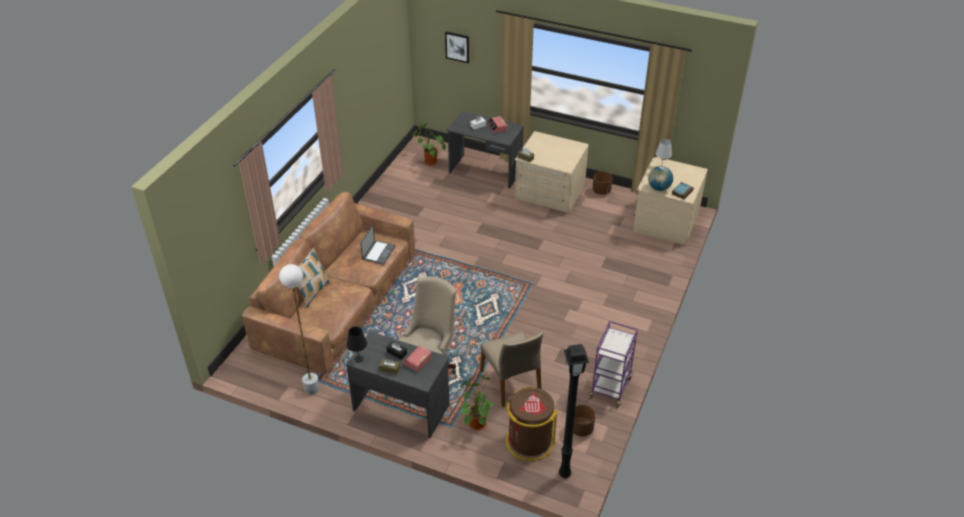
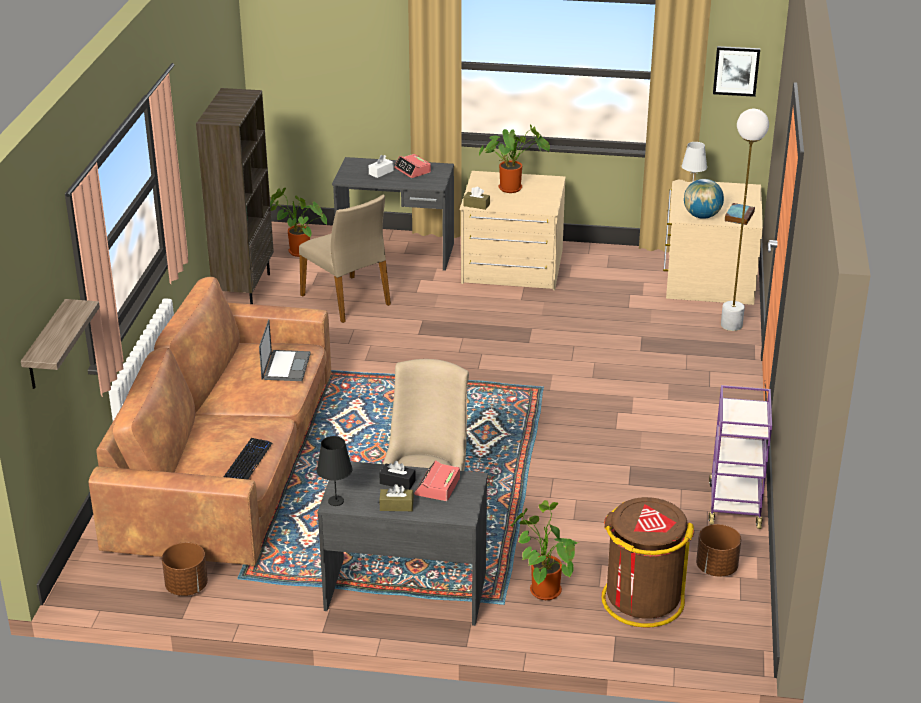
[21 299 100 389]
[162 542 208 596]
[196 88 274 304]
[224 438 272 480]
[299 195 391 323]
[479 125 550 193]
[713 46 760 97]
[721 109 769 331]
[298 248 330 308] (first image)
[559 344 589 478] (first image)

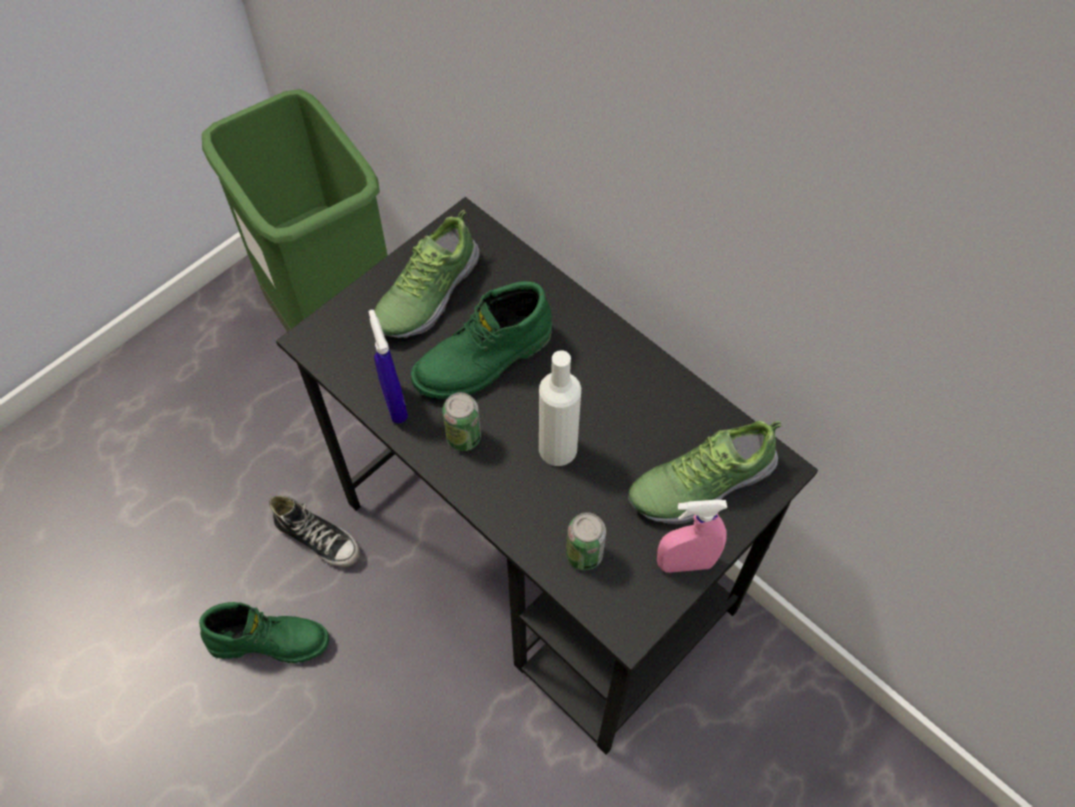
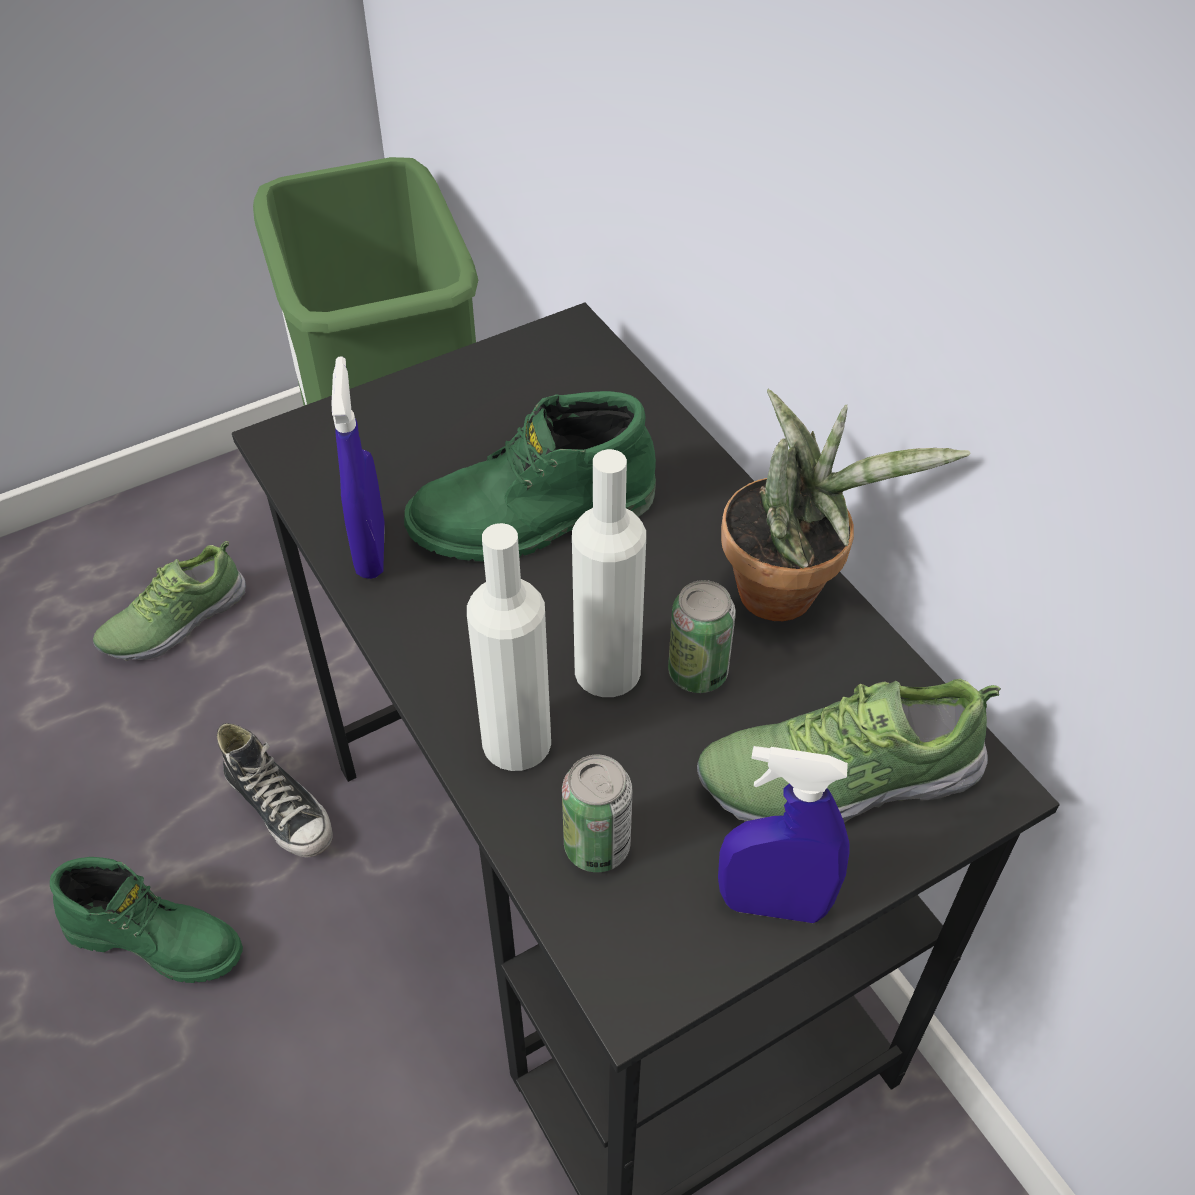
[93 541 246 661]
[467 523 551 771]
[668 580 736 693]
[718 746 849 923]
[721 389 971 621]

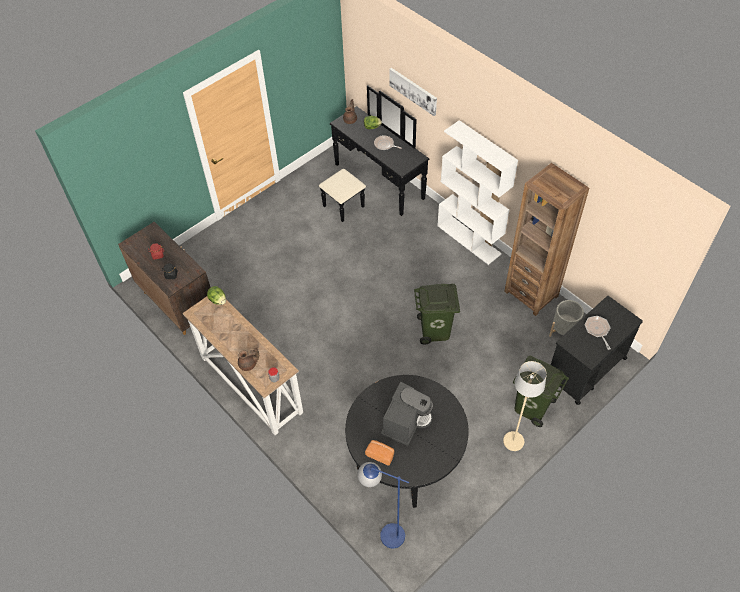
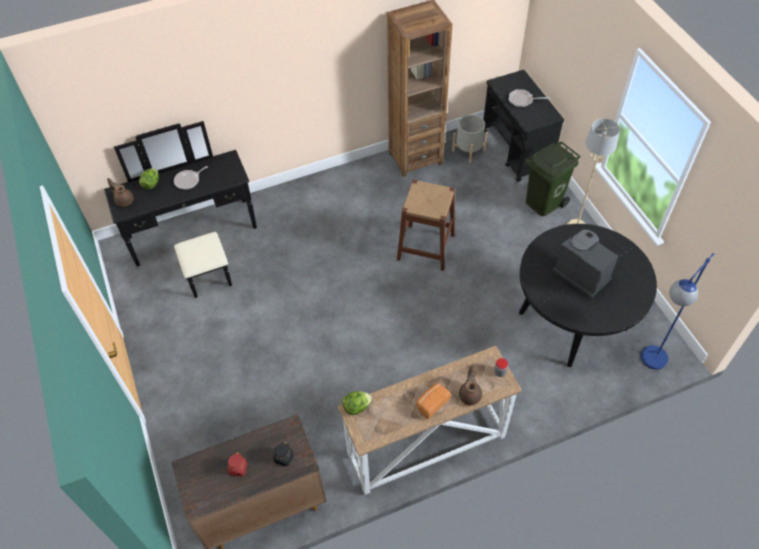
[397 180 455 271]
[416 383 451 419]
[389 68 437 116] (first image)
[437 120 518 265] (first image)

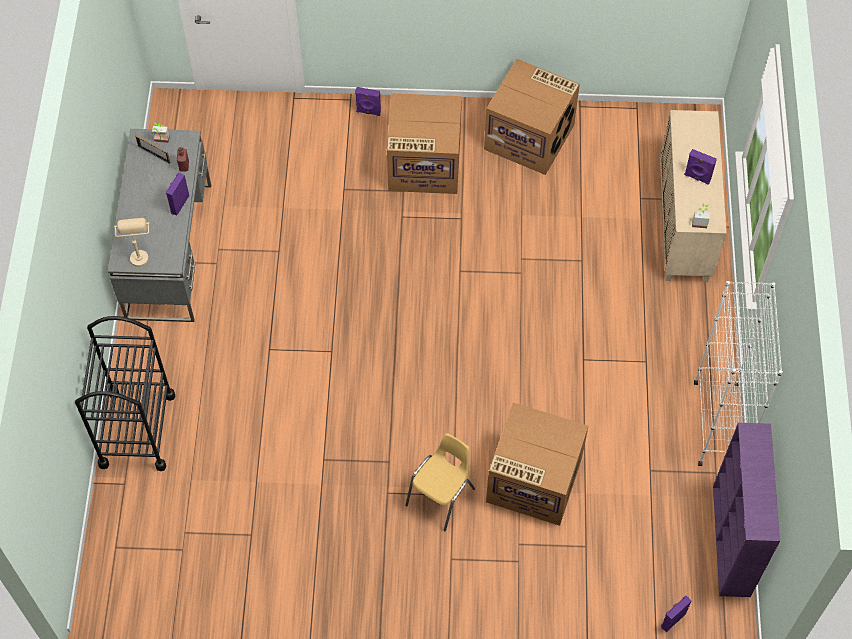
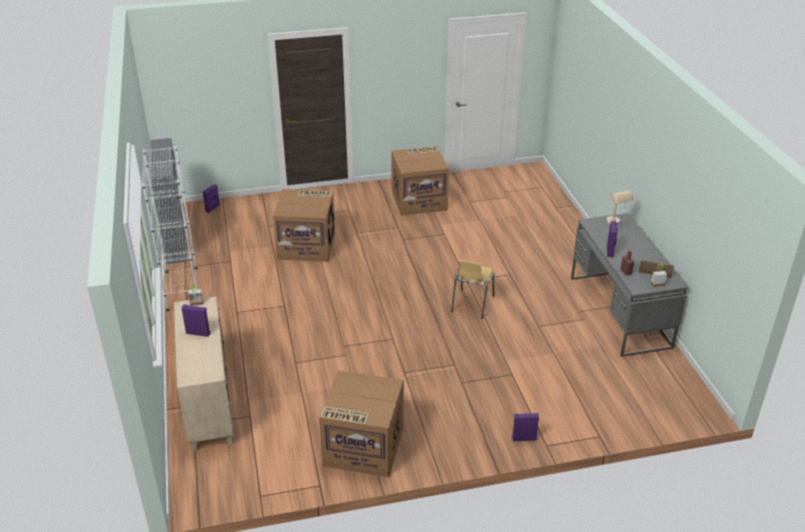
[151 138 187 264]
[391 146 449 216]
[451 260 494 319]
[75 316 175 471] (first image)

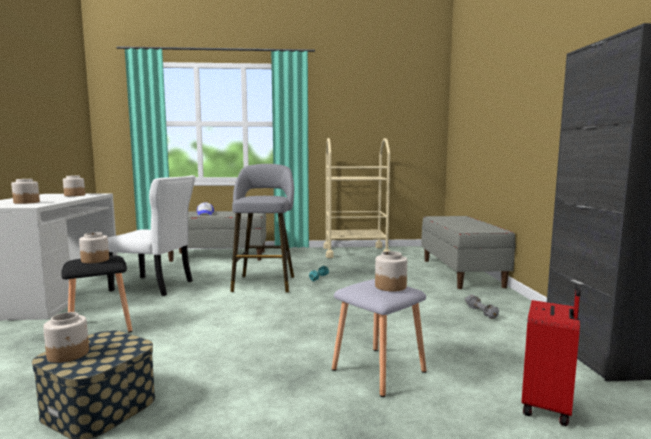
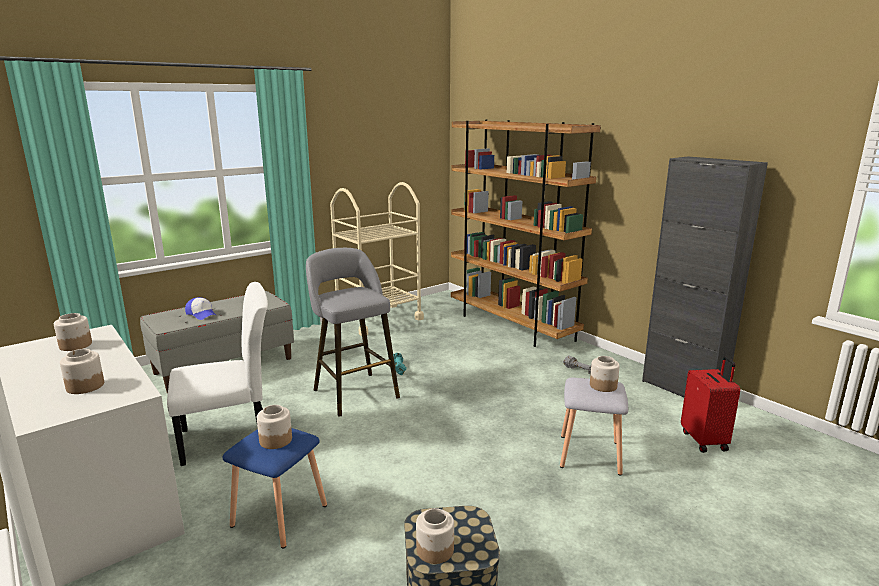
[222 428 327 548]
[451 120 601 347]

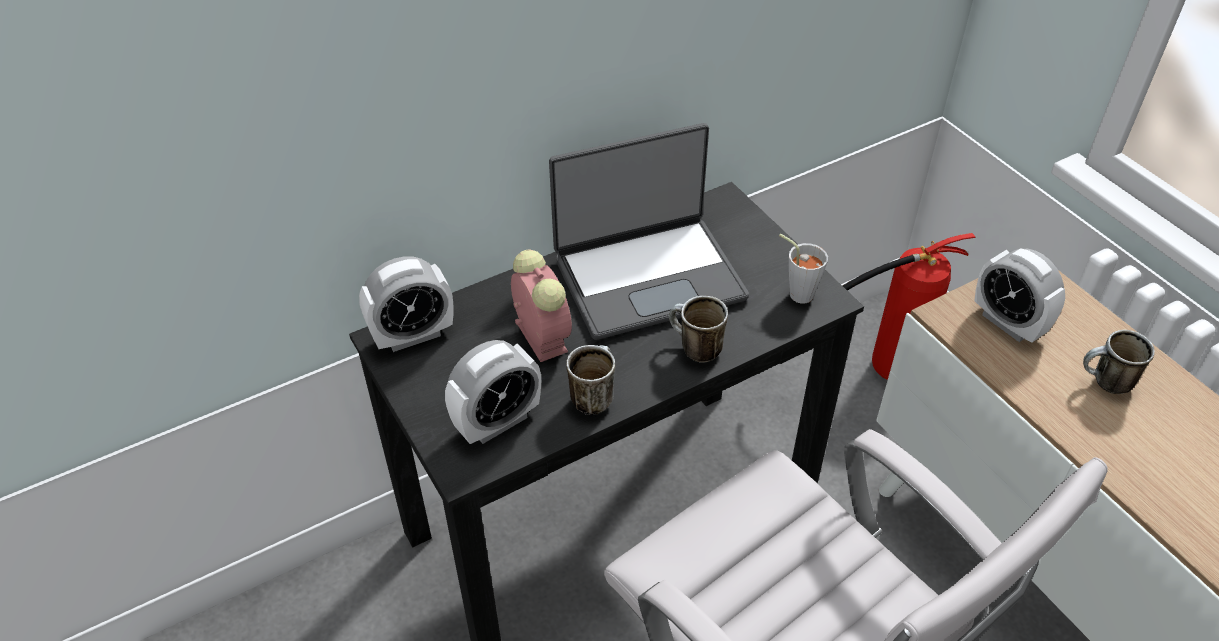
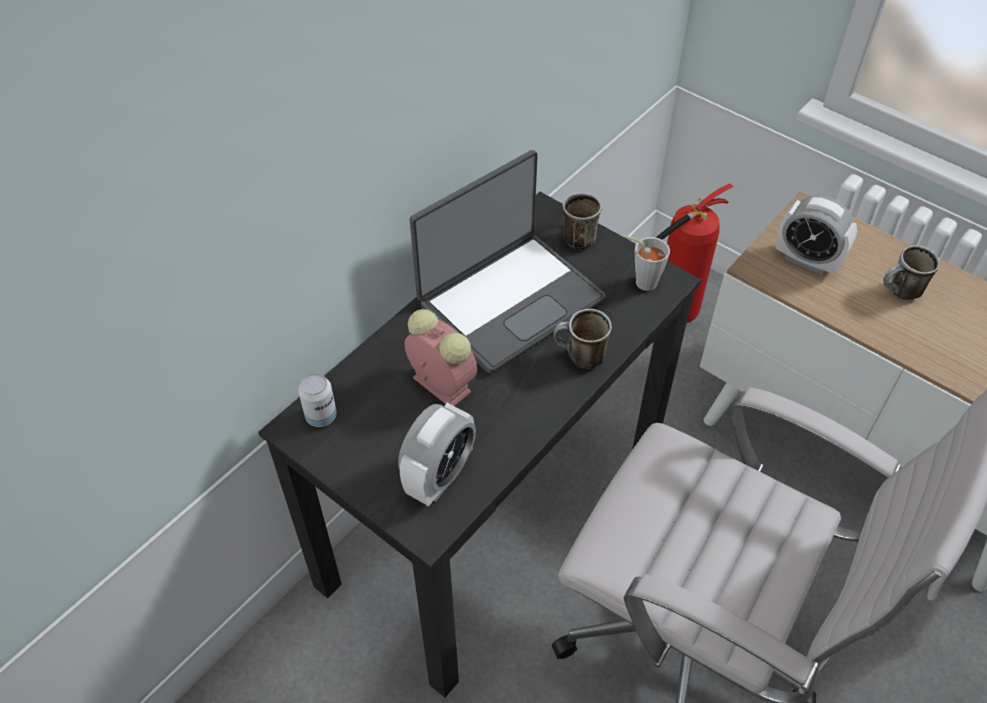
[298 373 337 427]
[562 192 602 250]

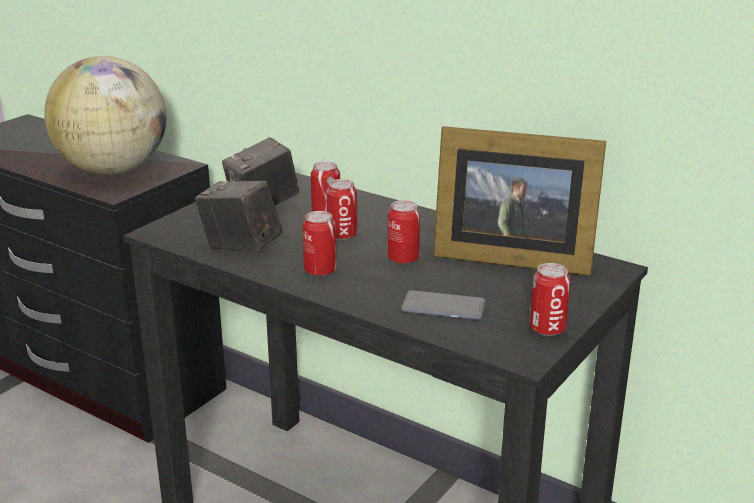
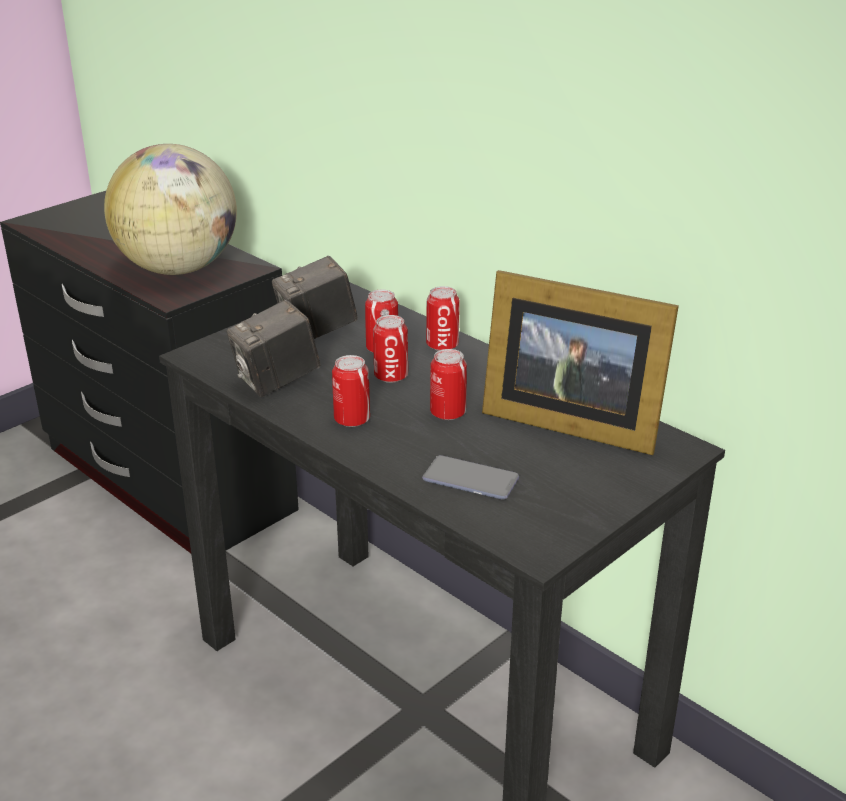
[226 299 320 397]
[426 286 459 351]

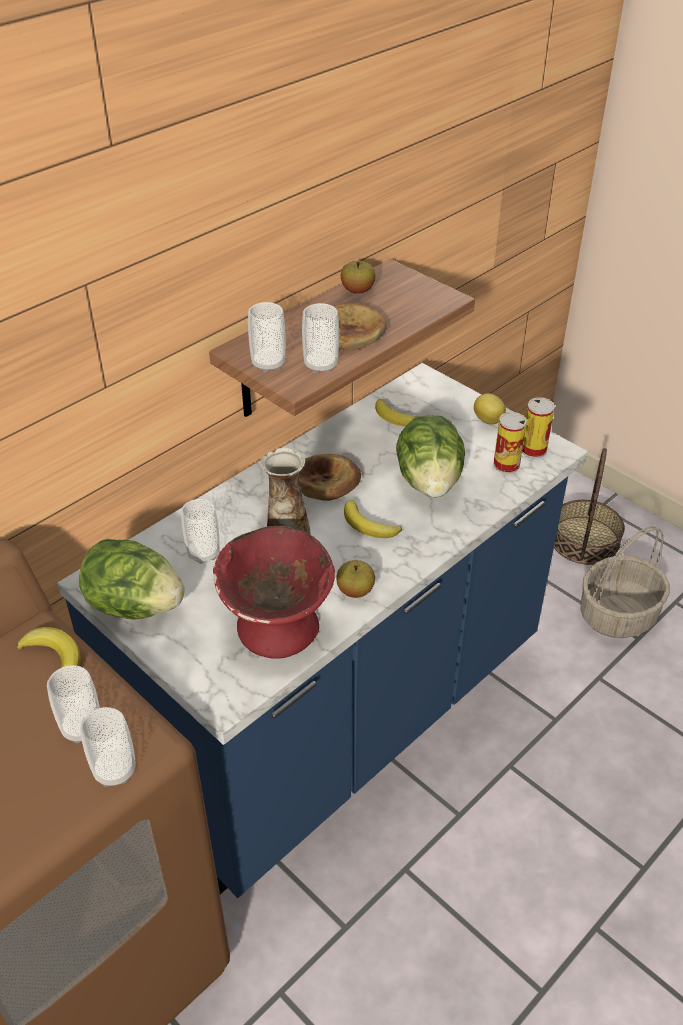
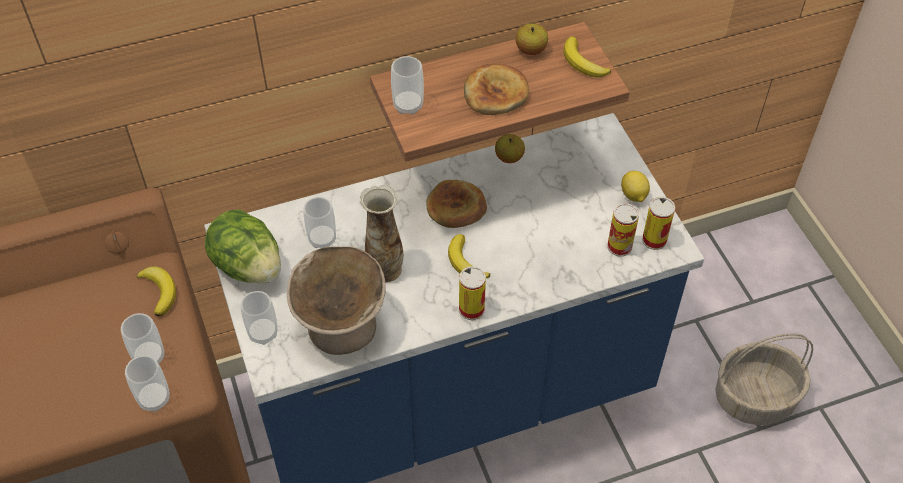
[240 291 278 345]
[287 246 386 355]
[459 266 486 320]
[495 134 525 163]
[563 36 611 77]
[396 415 465 497] (first image)
[554 448 625 565] (first image)

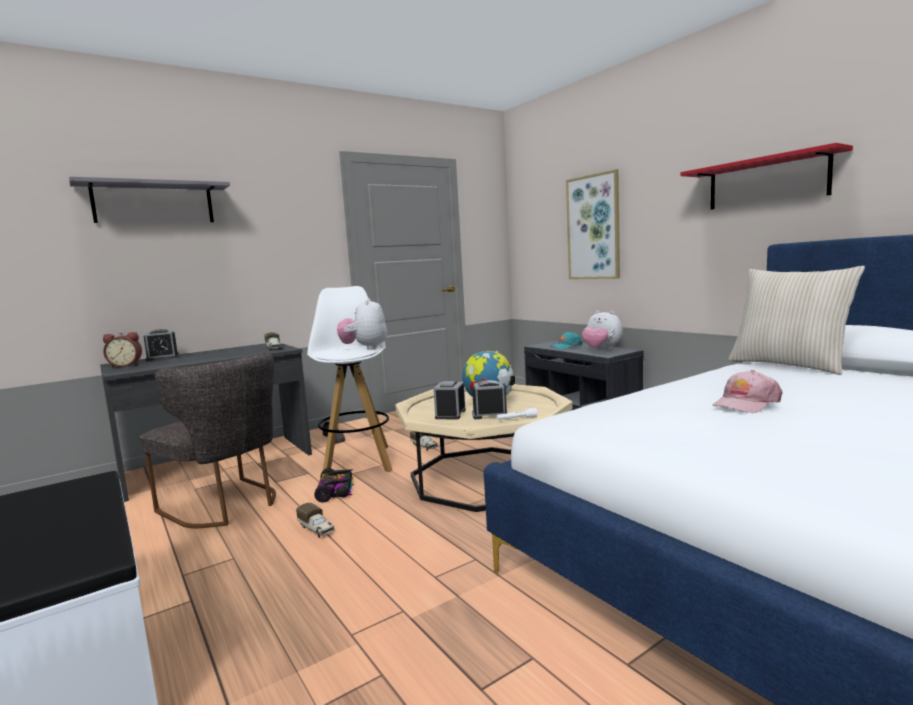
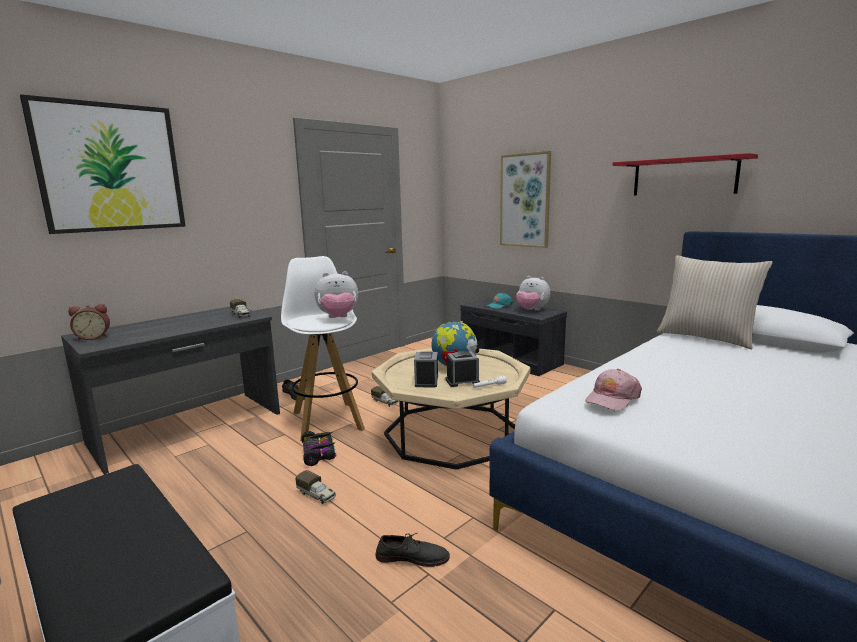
[20 94 186 234]
[315 271 358 318]
[375 533 450 567]
[585 369 642 411]
[139 351 276 528] (first image)
[144 329 179 361] (first image)

